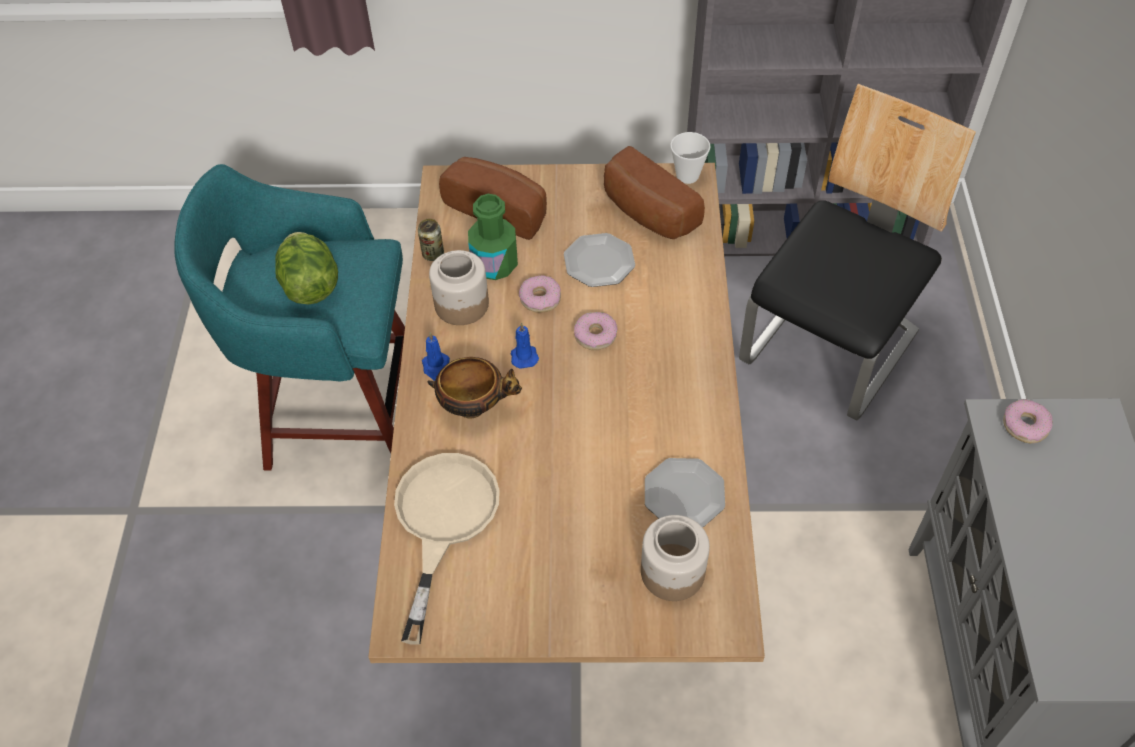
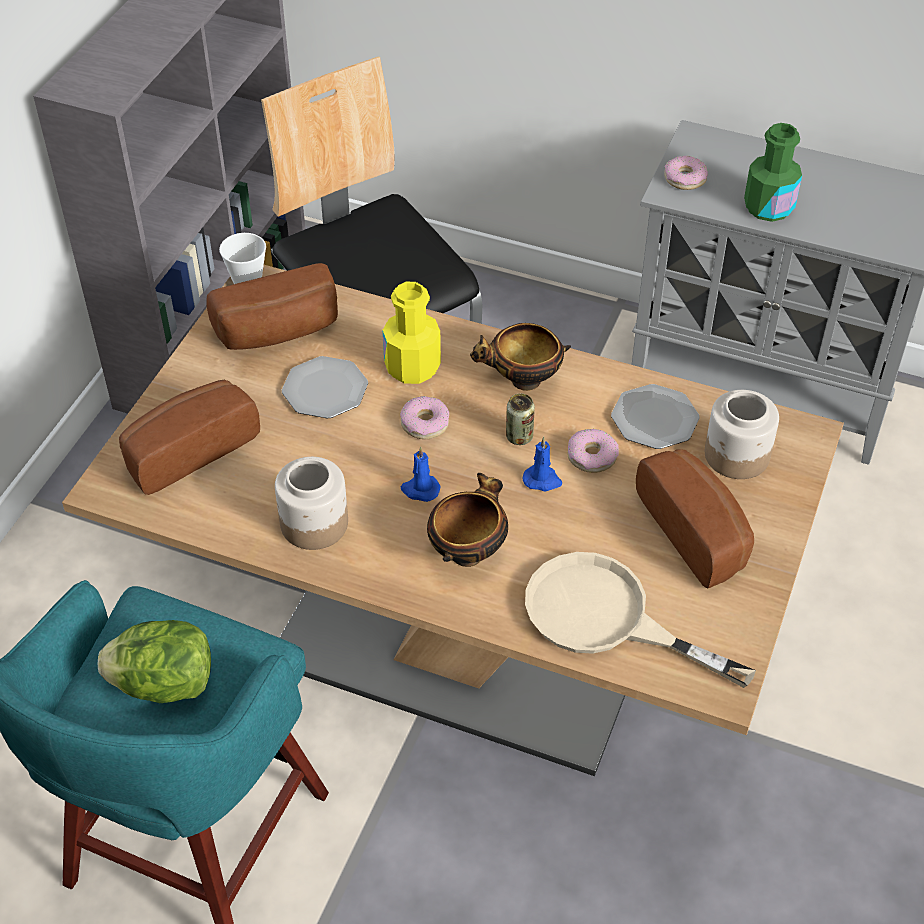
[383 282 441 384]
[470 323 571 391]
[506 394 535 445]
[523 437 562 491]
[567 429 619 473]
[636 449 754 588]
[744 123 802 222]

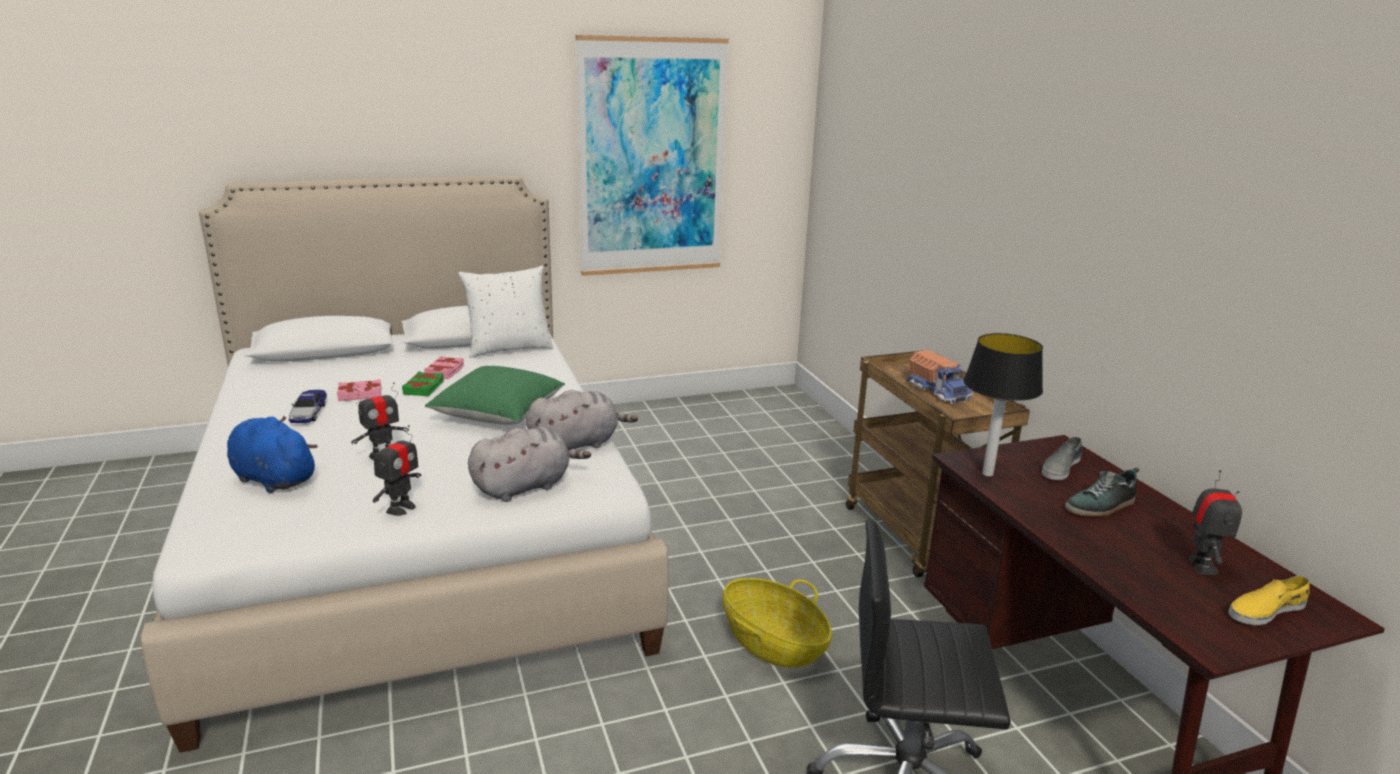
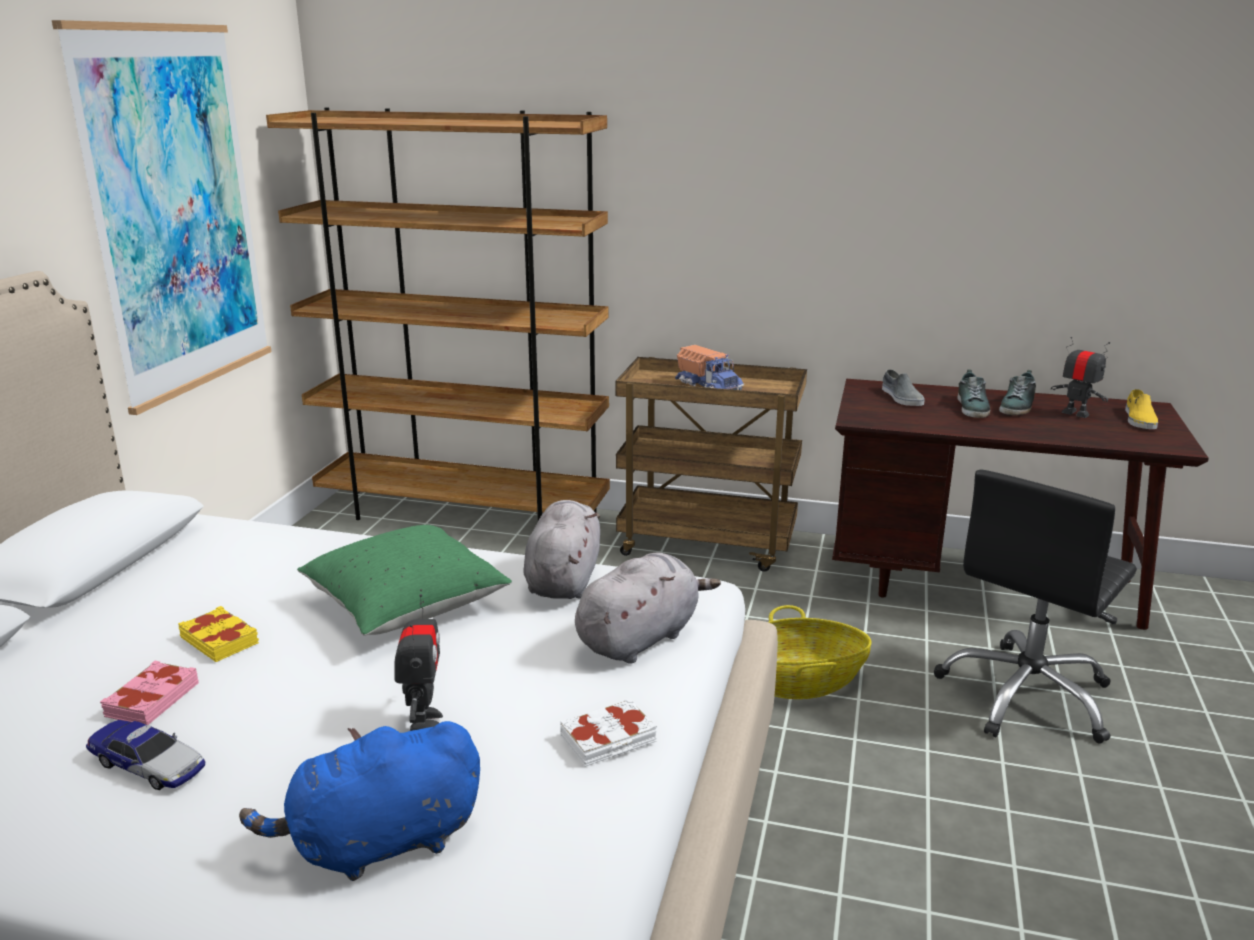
[178 606 259 662]
[266 107 610 521]
[560 698 657 767]
[575 552 721 664]
[675 345 744 390]
[999 370 1036 415]
[424 356 464 379] (first image)
[458 266 554 358] (first image)
[964 333 1043 477] (first image)

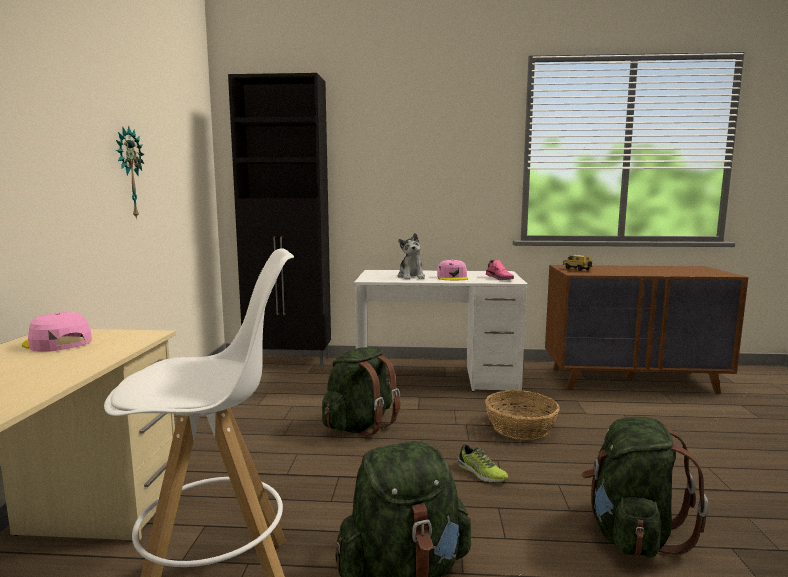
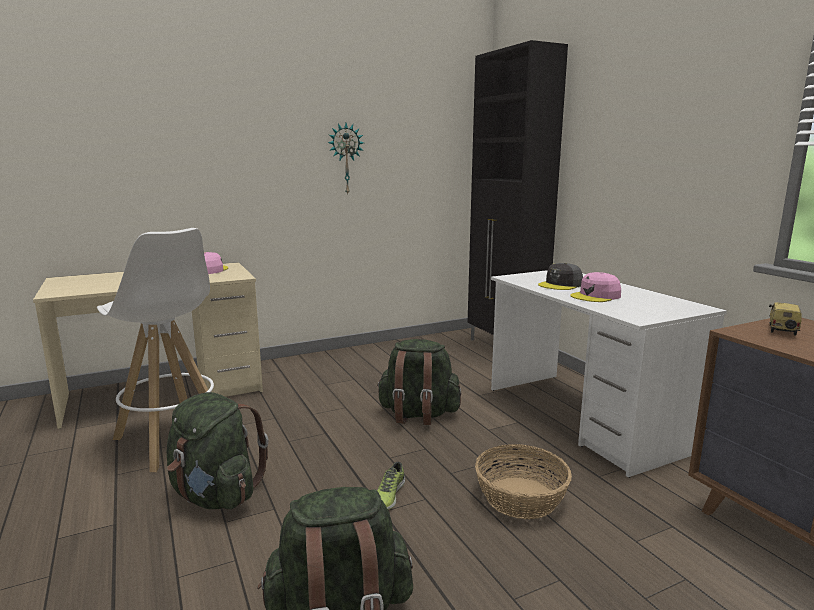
[538 263 583 290]
[486 260 514 280] (first image)

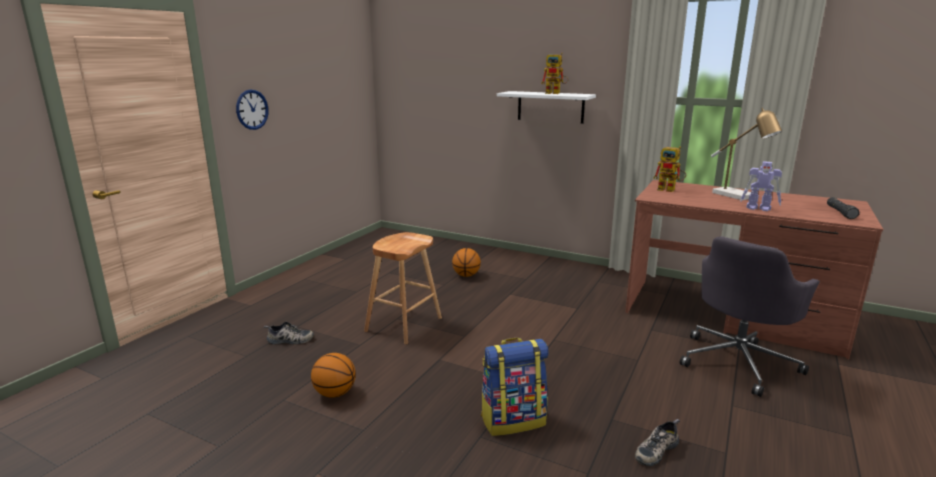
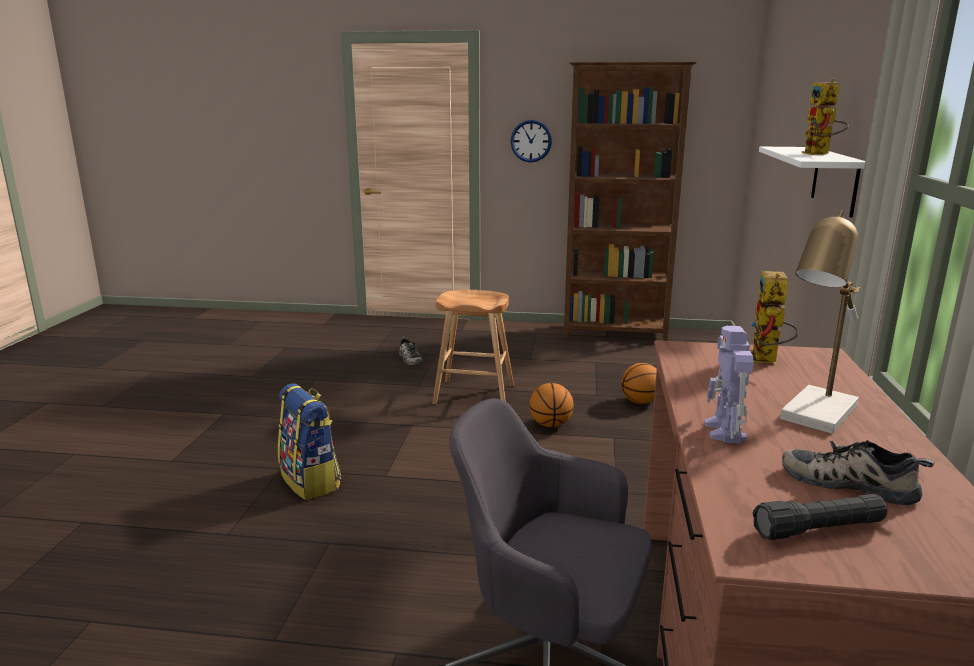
[529 383 574 427]
[564 62 697 341]
[782 440 935 506]

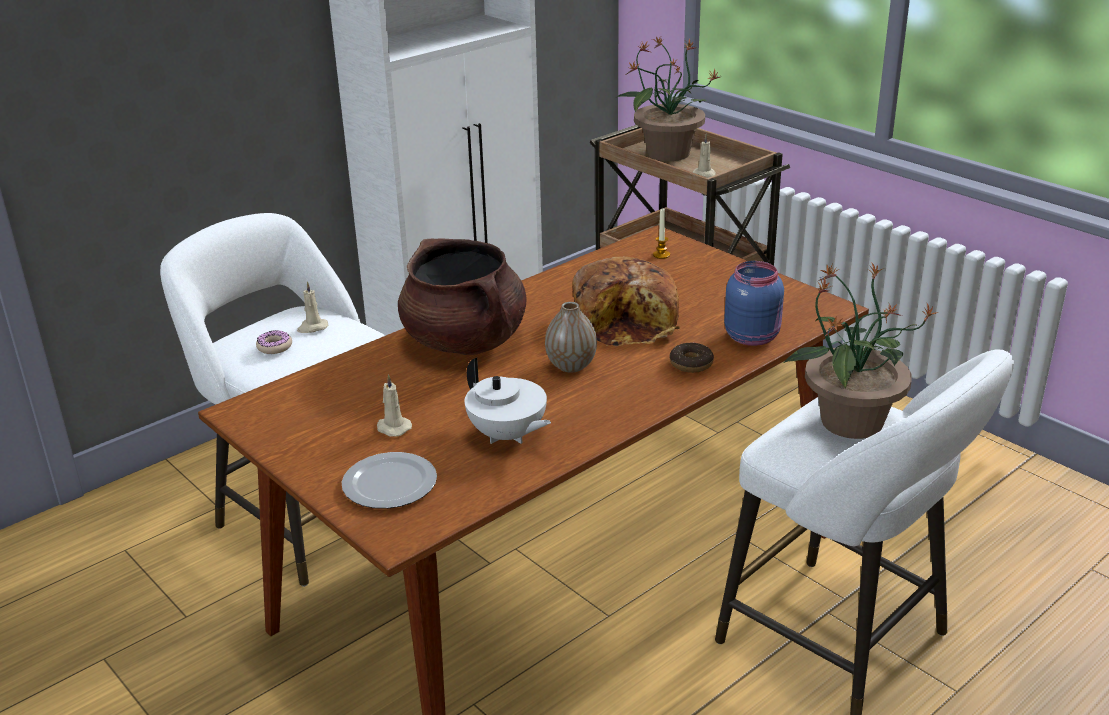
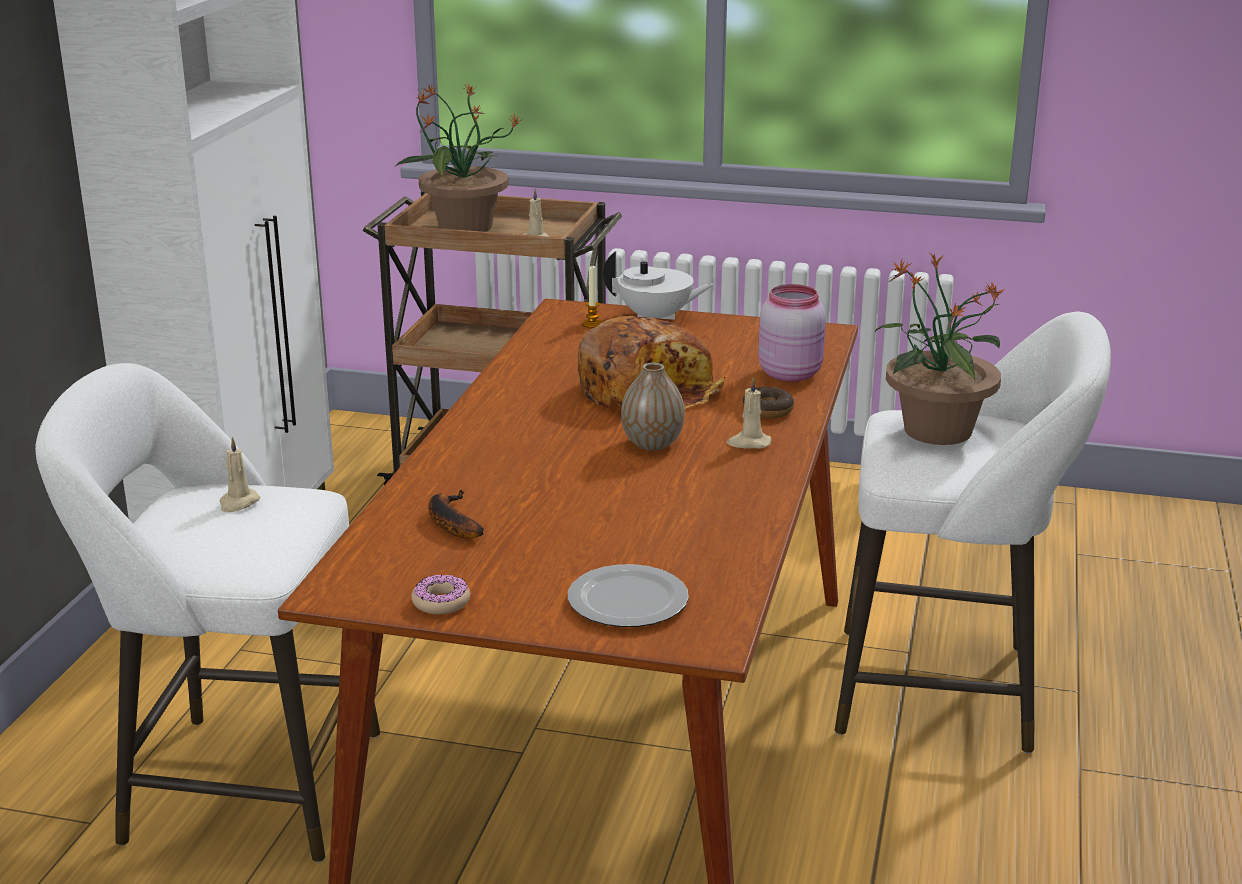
[411 575 470 614]
[428 490 484 539]
[603 251 715 320]
[727 377 771 449]
[758 284 826 382]
[398 238 526 355] (first image)

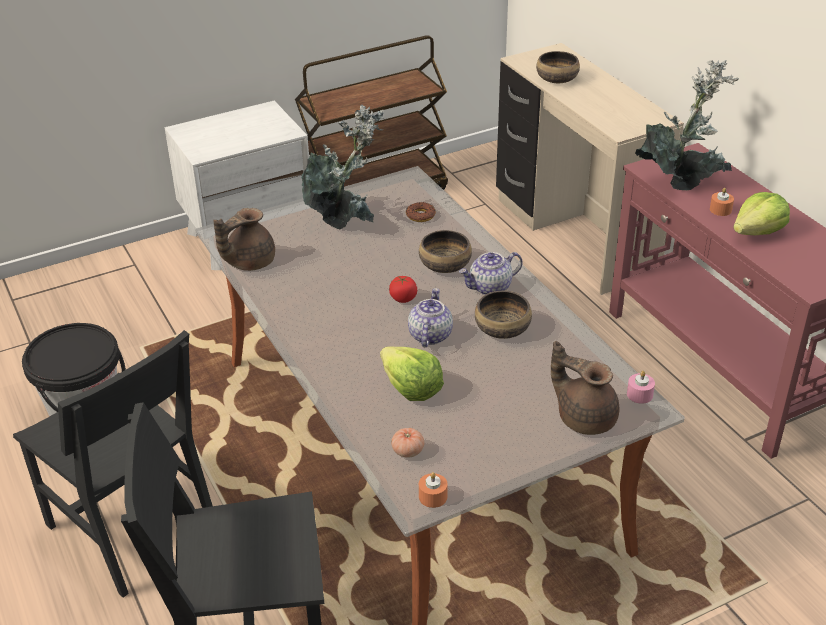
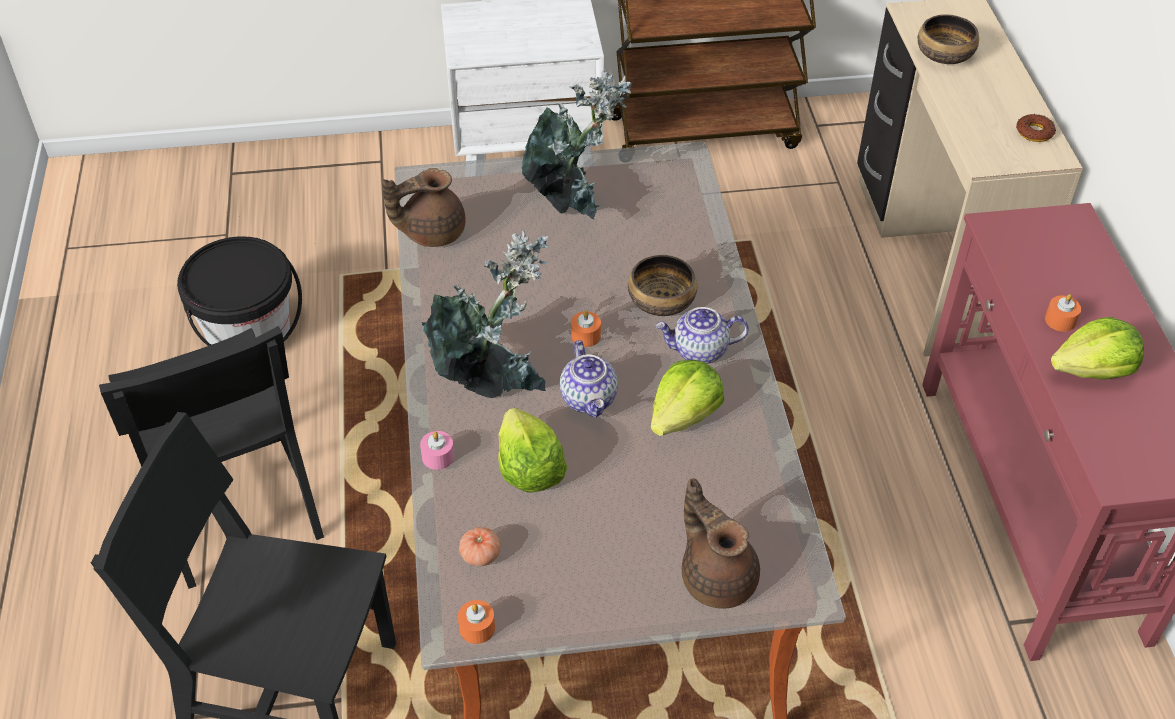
[420 431 454 470]
[422 230 550 399]
[560 340 618 418]
[571 310 601 347]
[651 360 724 436]
[1016 114 1056 142]

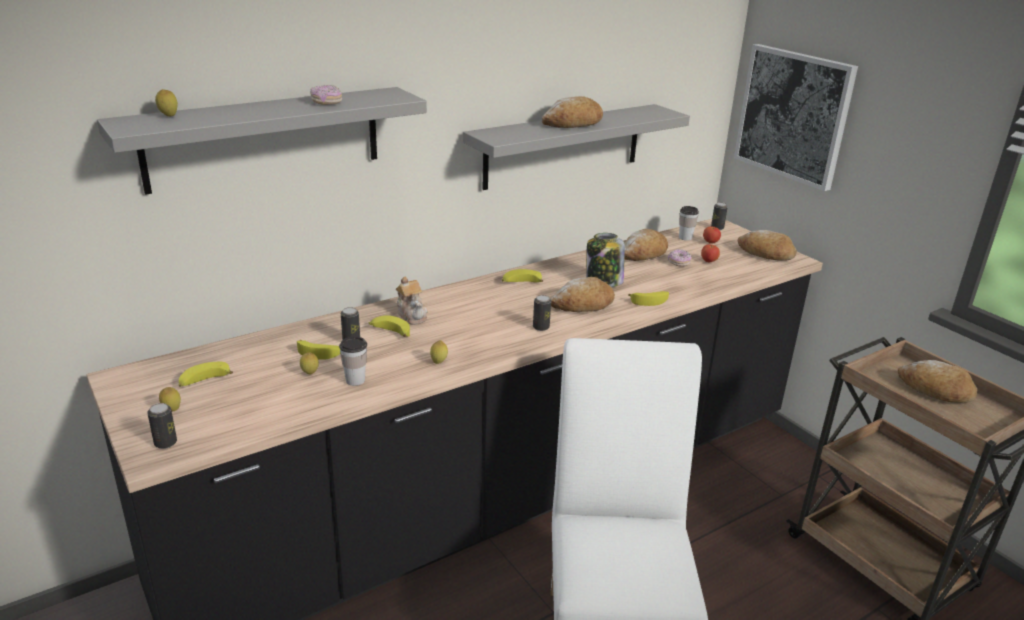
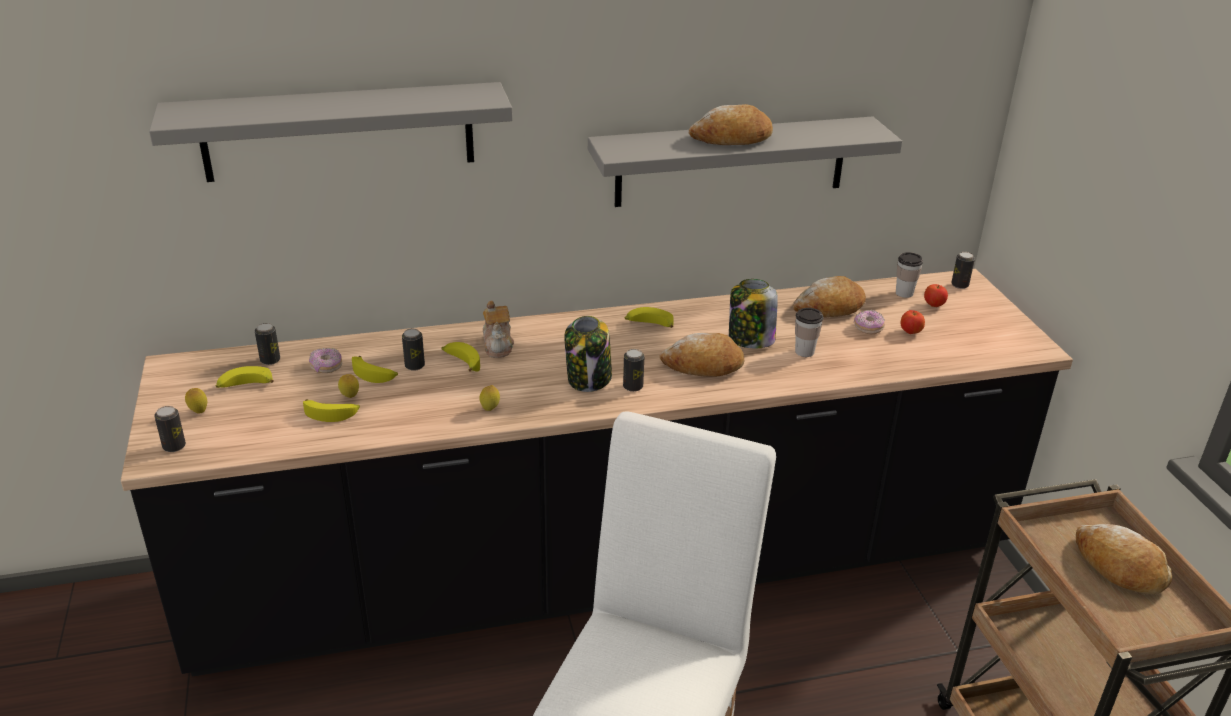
[255 323 280 365]
[303 399 360 422]
[309 348 343 373]
[565 316 612 392]
[795 308 824 357]
[155 89 178 116] (first image)
[734 44 858 191] (first image)
[738 230 797 261] (first image)

